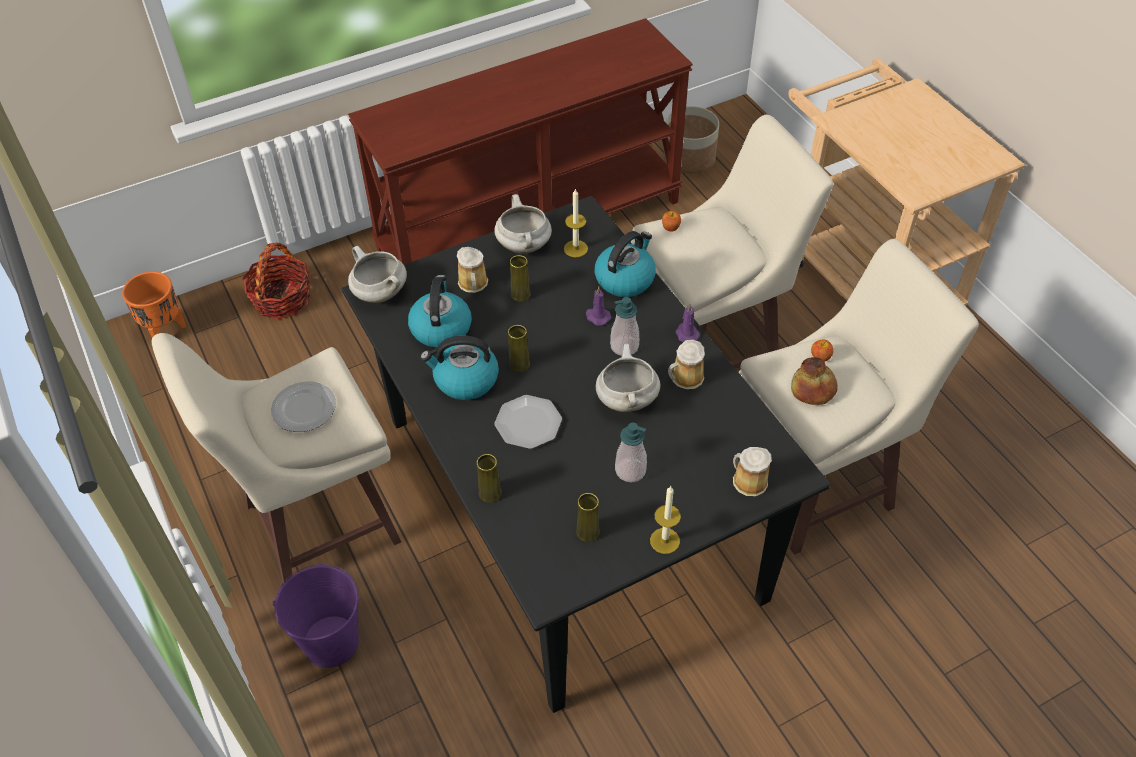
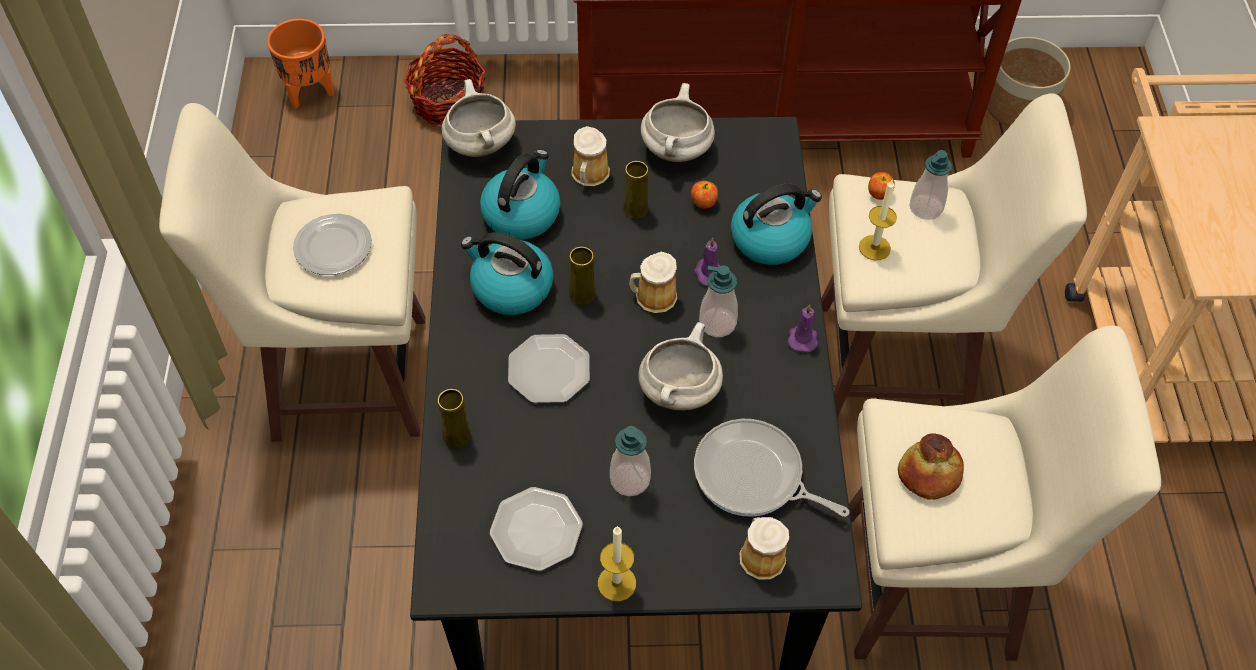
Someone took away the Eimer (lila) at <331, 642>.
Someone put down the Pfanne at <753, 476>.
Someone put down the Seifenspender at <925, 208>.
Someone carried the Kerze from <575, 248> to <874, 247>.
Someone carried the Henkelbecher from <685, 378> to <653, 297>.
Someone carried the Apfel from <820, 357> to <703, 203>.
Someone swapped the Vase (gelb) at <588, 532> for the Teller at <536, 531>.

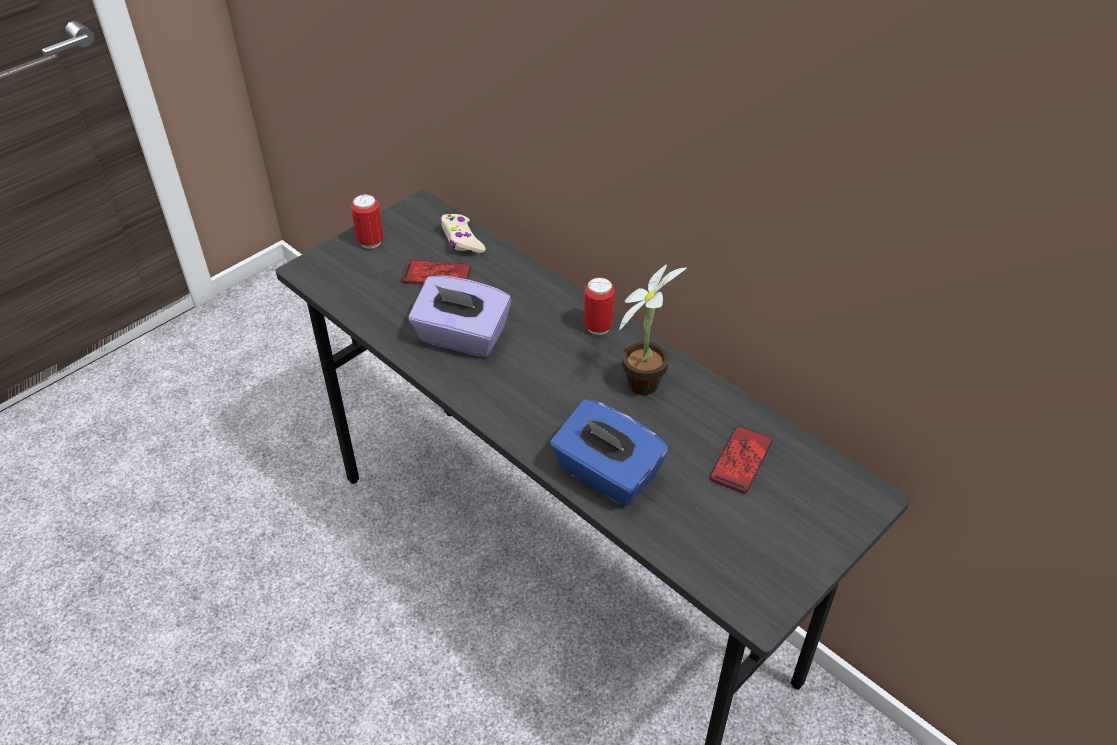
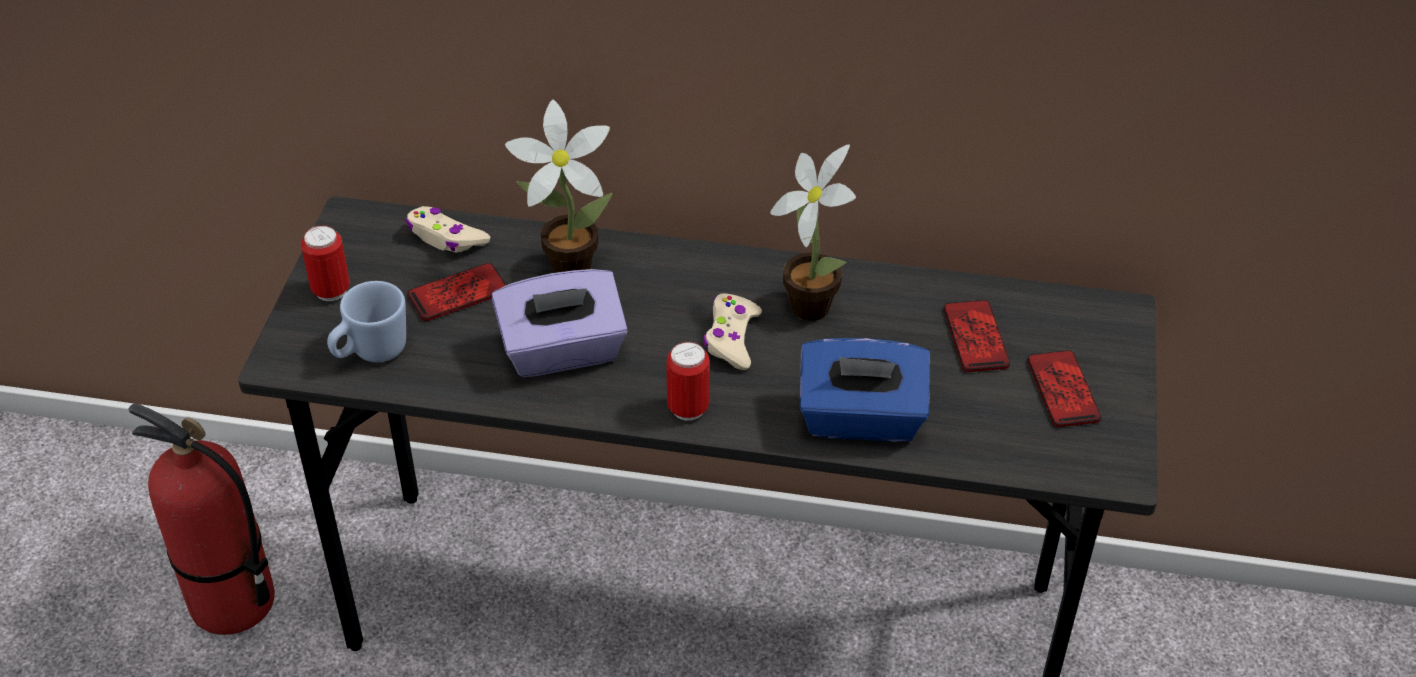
Someone put down the Feuerlöscher at <231, 603>.
Someone put down the Henkelbecher (blau) at <371, 353>.
Someone put down the Topfpflanze at <565, 266>.
Someone put down the Gamepad (beige) at <731, 338>.
Someone put down the Handy at <1063, 390>.
Someone carried the Dose from <598, 327> to <688, 408>.

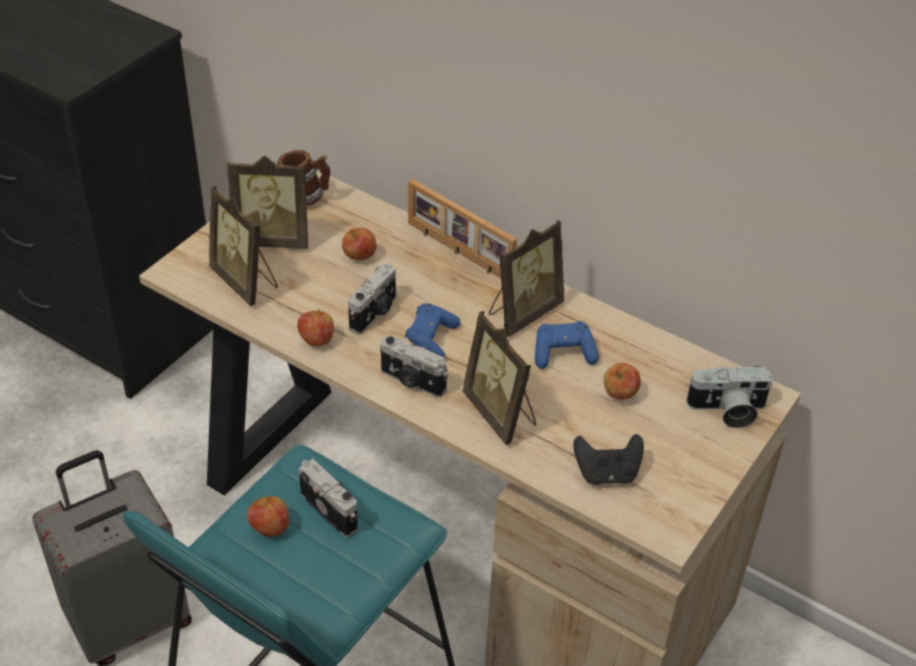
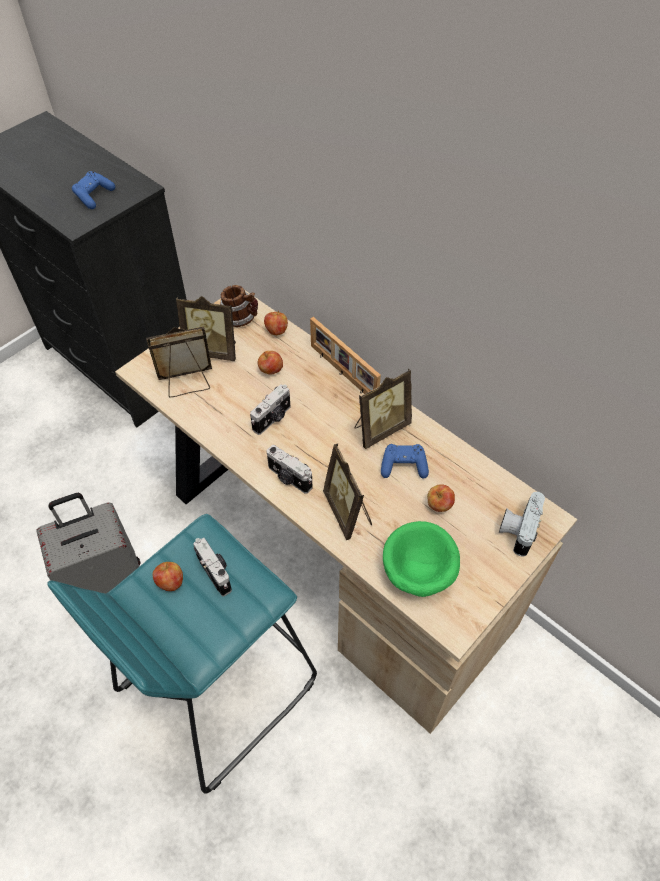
Someone carried the Apfel from <316, 340> to <276, 331>.
Someone carried the Gamepad (blau) from <431, 340> to <94, 196>.
Someone swapped the Gamepad (schwarz) at <606, 473> for the Schüssel (grün) at <417, 572>.
Someone rotated the Bilderrahmen at <246, 281> by 105 degrees clockwise.
Someone rotated the Kamera at <727, 411> by 105 degrees clockwise.

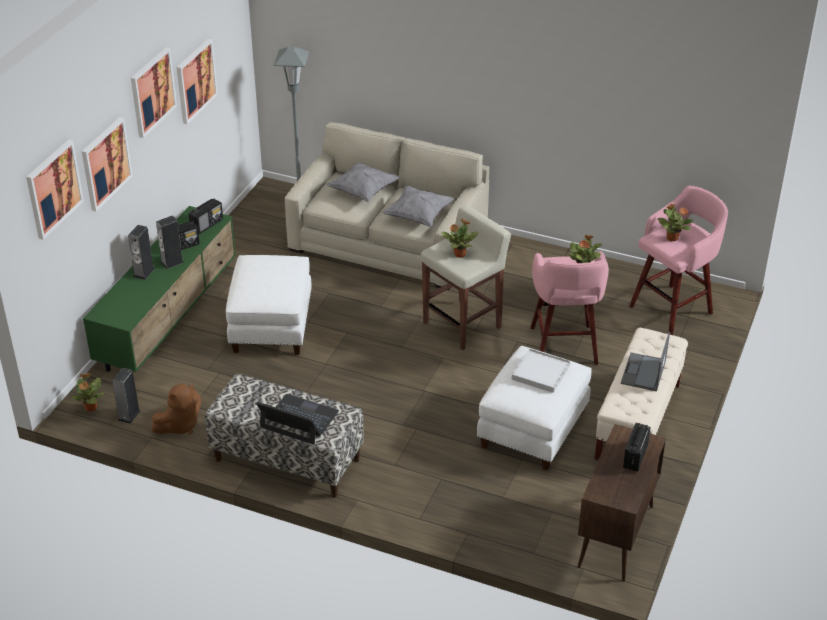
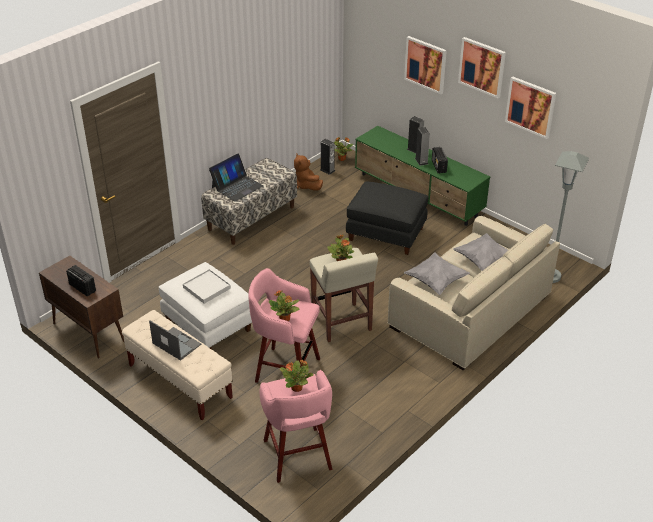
Someone took away the Bild at <53, 188>.
Someone took away the Radio at <207, 224>.
Someone repainted the Polsterhocker (weiß) at <270, 326>, which became the Polsterhocker (schwarz) at <386, 234>.

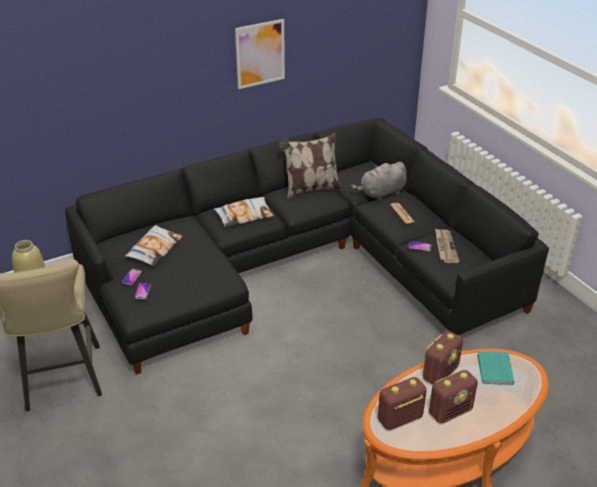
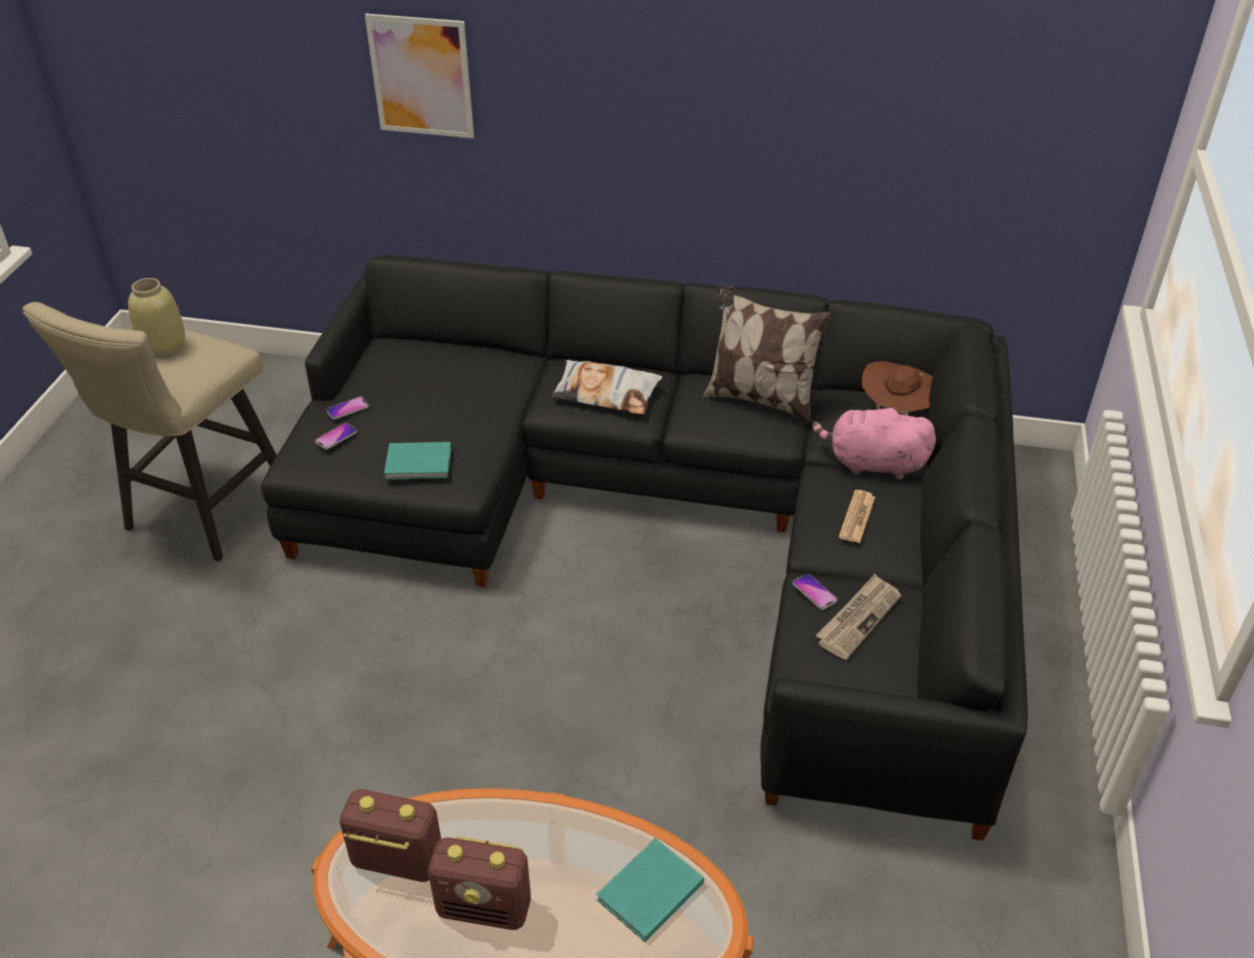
Someone took away the Kissen at <154, 249>.
Someone took away the Radio at <440, 373>.
Someone put down the Buch (türkis) at <420, 464>.
Someone put down the Hut (braun) at <898, 412>.
Someone carried the Bild from <260, 54> to <421, 76>.
Someone repainted the Plüschtier (grau) at <381, 193>, which became the Plüschtier (rosa) at <872, 464>.

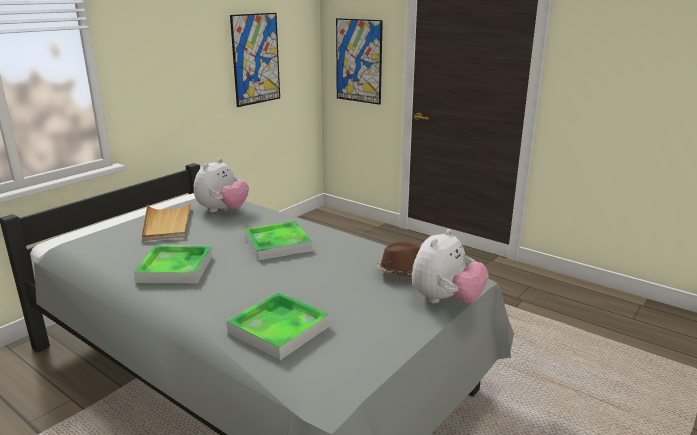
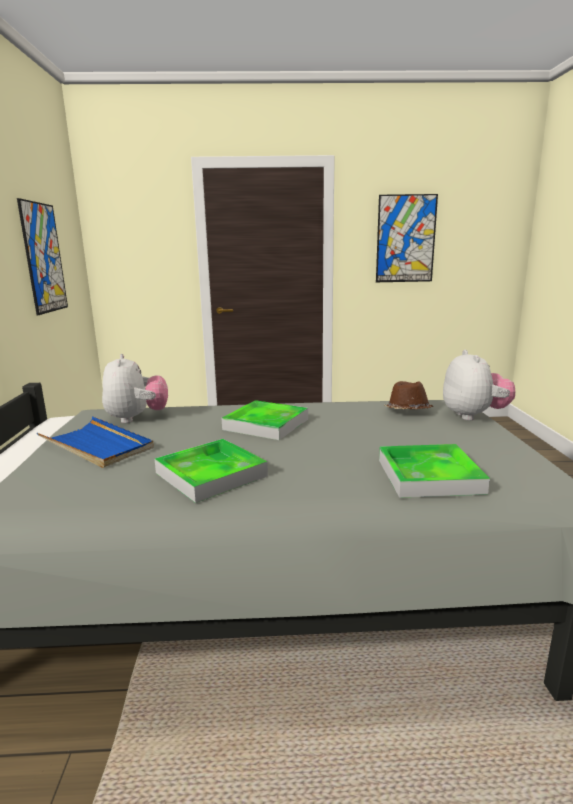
Someone carried the Bild from <358, 61> to <405, 239>.
Someone repainted the Tablett (beige) at <167, 224>, which became the Tablett (blau) at <97, 445>.

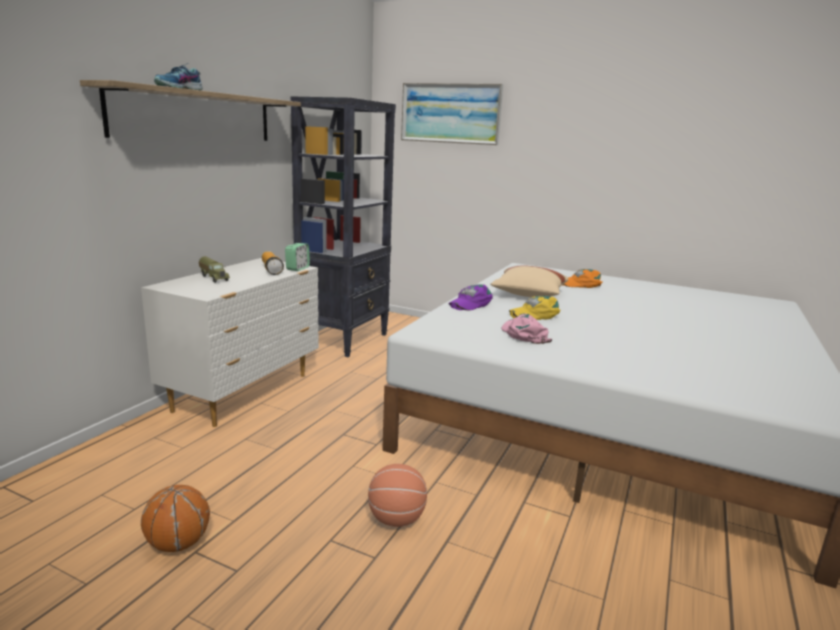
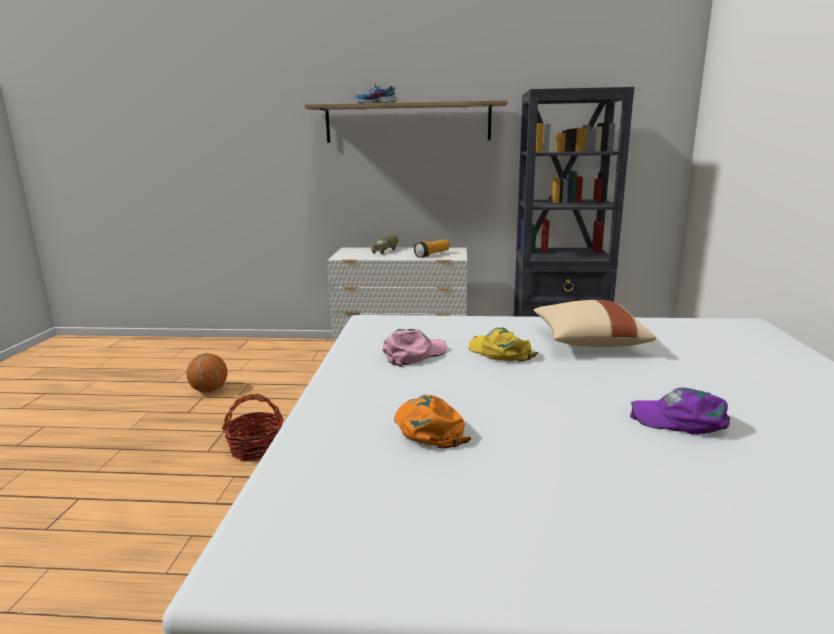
Someone took away the Wecker at <297, 268>.
Someone took away the Bild at <450, 113>.
Someone carried the Kappe (lila) from <470, 304> to <680, 420>.
Someone carried the Kappe (orange) from <581, 284> to <428, 427>.
Someone swapped the Basketball at <396, 519> for the Korb at <256, 449>.

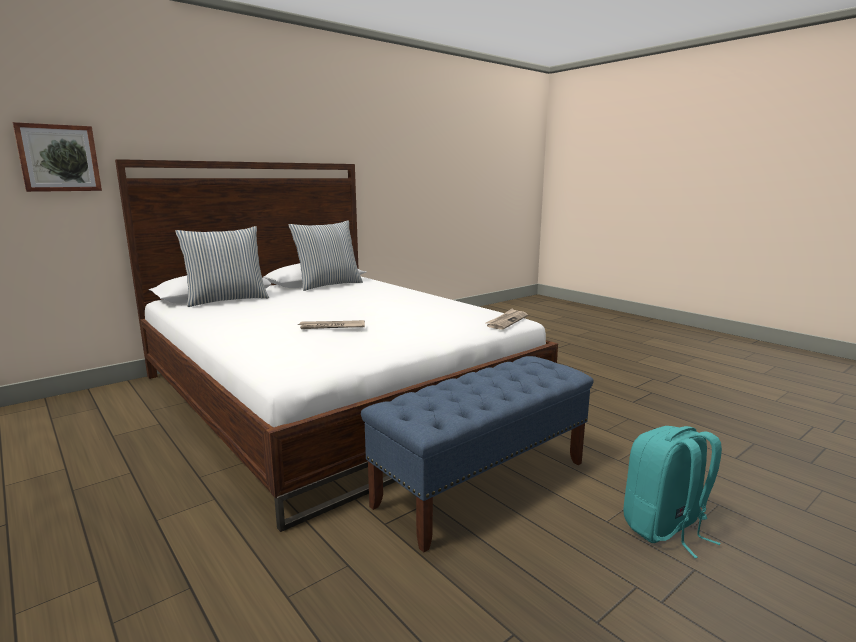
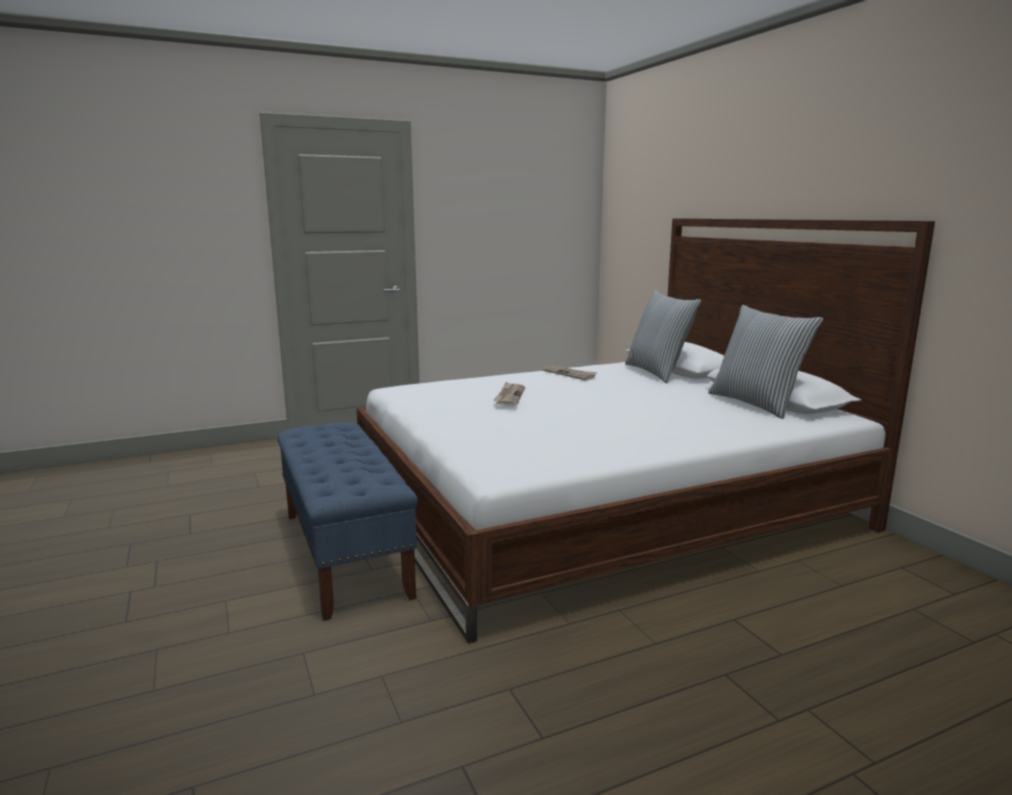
Someone took away the Bild at <59, 158>.
Someone took away the Rucksack (türkis) at <665, 528>.
Someone carried the Zeitung from <506, 321> to <570, 374>.

